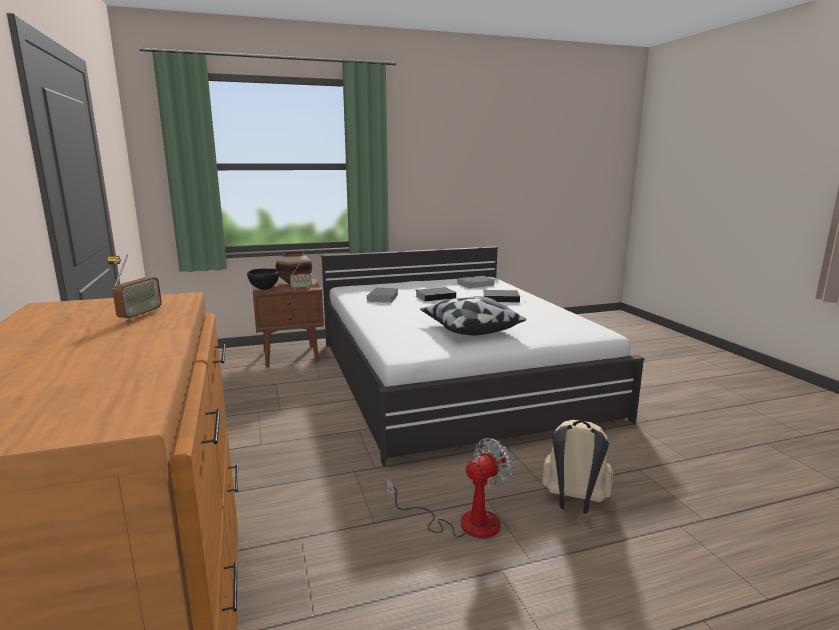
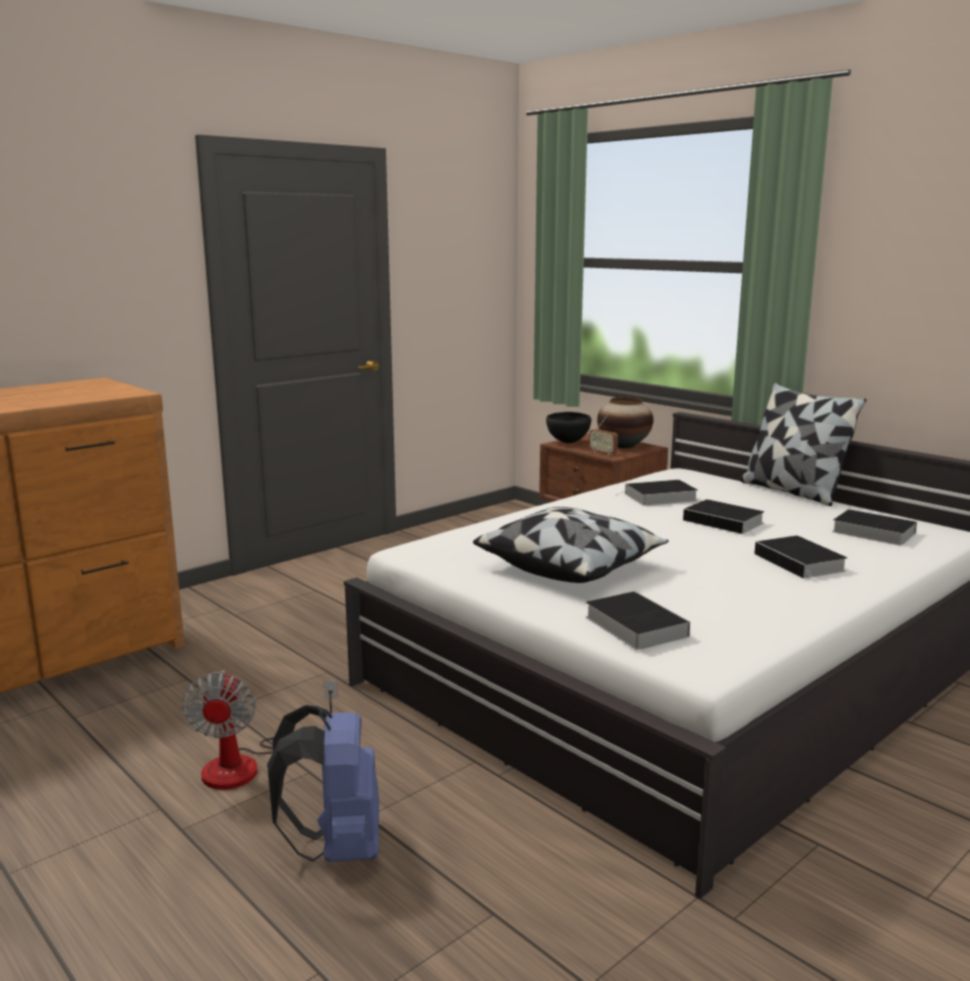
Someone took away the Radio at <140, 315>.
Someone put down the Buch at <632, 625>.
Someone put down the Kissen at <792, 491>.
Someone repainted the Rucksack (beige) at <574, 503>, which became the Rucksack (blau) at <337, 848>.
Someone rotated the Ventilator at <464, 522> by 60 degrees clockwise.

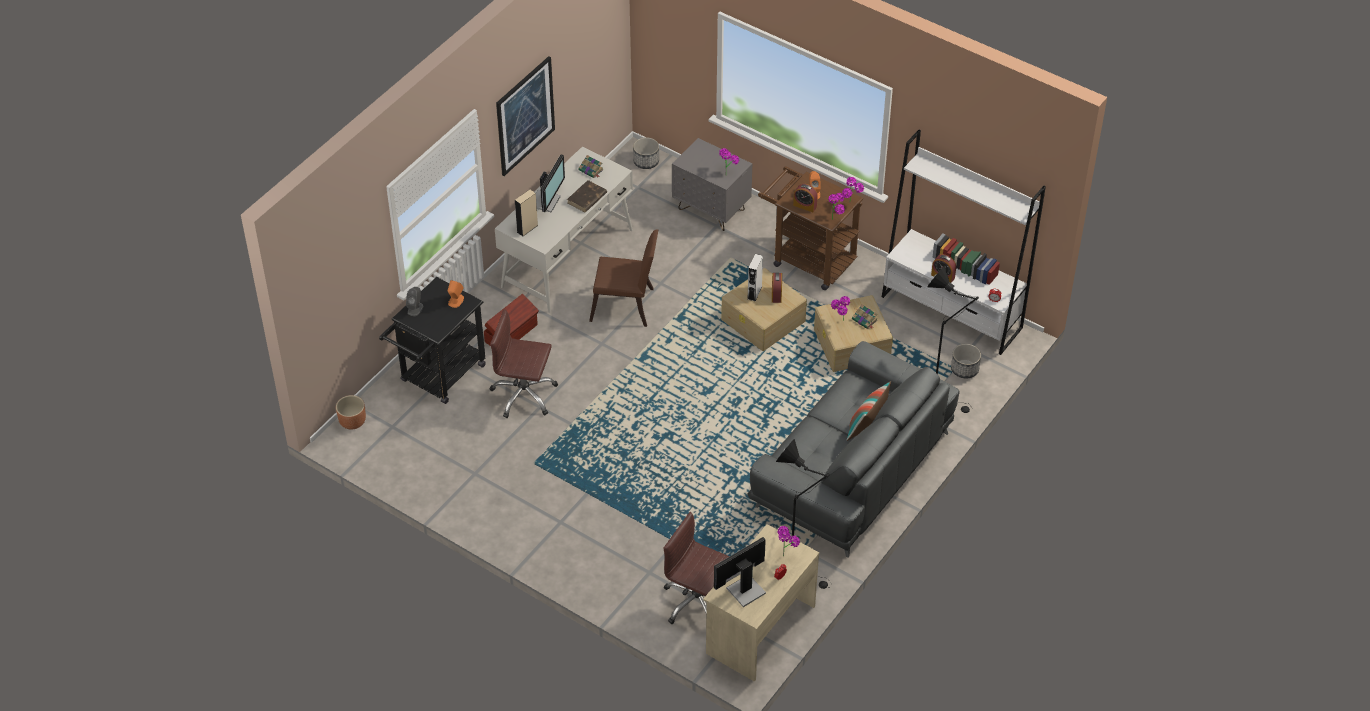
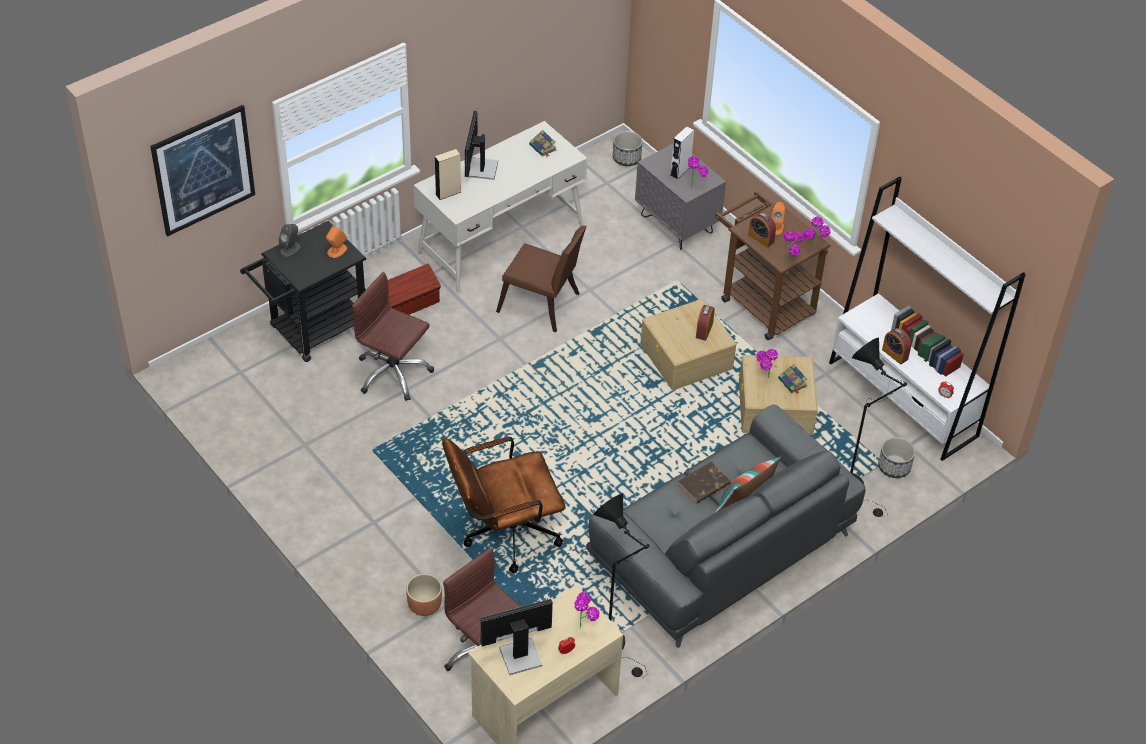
Someone put down the Bürostuhl (braun) at <503, 534>.
Someone carried the Pflanzkübel (braun) from <353, 422> to <425, 606>.
Someone carried the Bild from <525, 115> to <203, 170>.
Someone carried the Buch (braun) from <586, 198> to <703, 485>.
Someone carried the Lautsprecher (weiß) from <754, 293> to <680, 171>.
Someone rotated the Monitor at <546, 201> by 150 degrees clockwise.

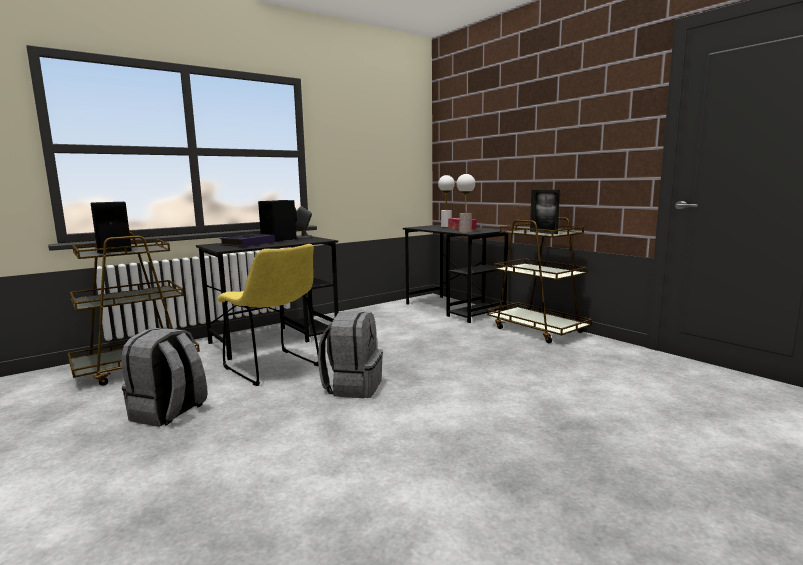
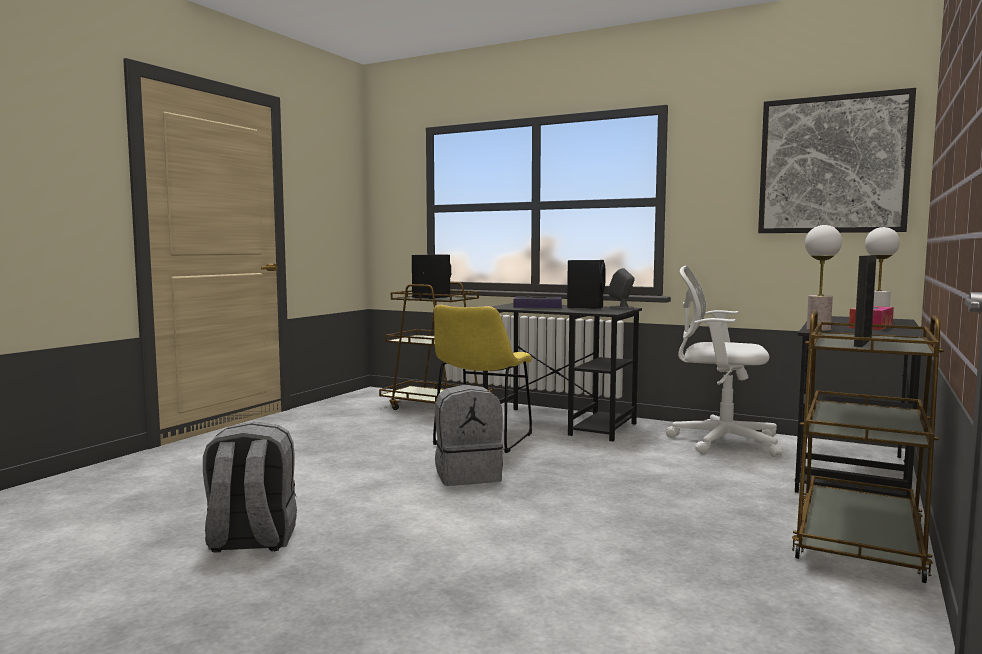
Someone put down the Bürostuhl (weiß) at <719, 441>.
Someone put up the Bild at <833, 165>.
Someone carried the Rucksack (grau) from <169, 413> to <251, 541>.

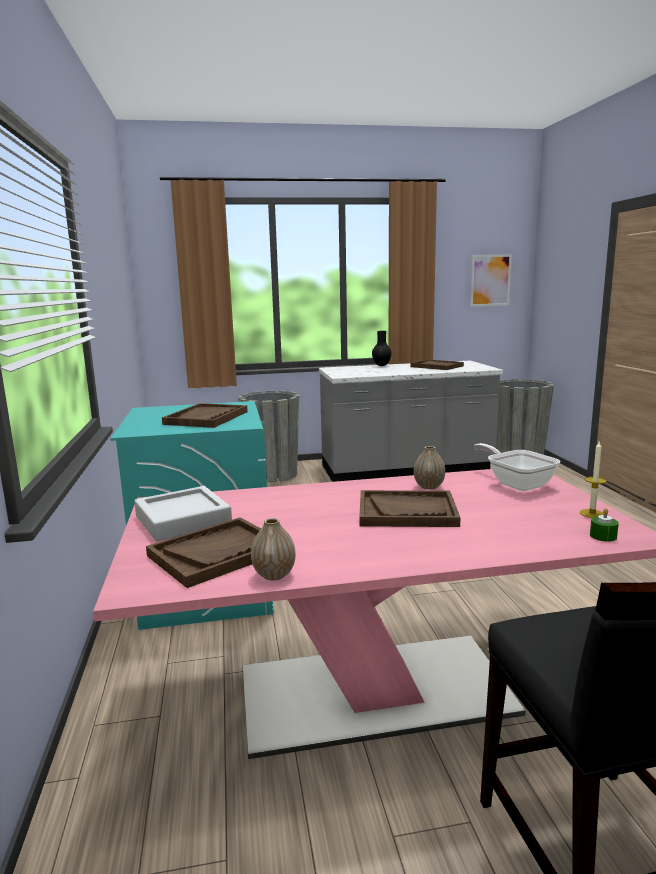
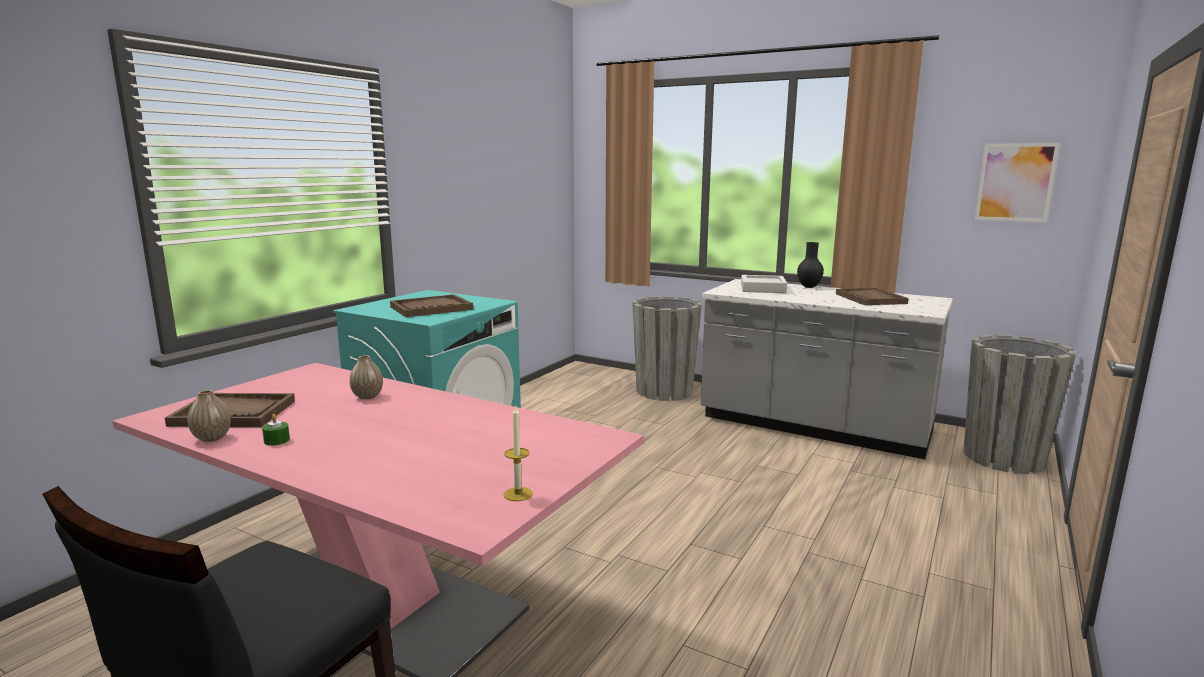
Someone took away the Tablett (braun) at <407, 511>.
Someone took away the Pfanne at <516, 483>.
Someone carried the Tablett (grau) from <183, 520> to <763, 288>.
Someone carried the Vase from <429, 487> to <367, 396>.
Someone carried the Kerze (grün) from <603, 536> to <277, 440>.

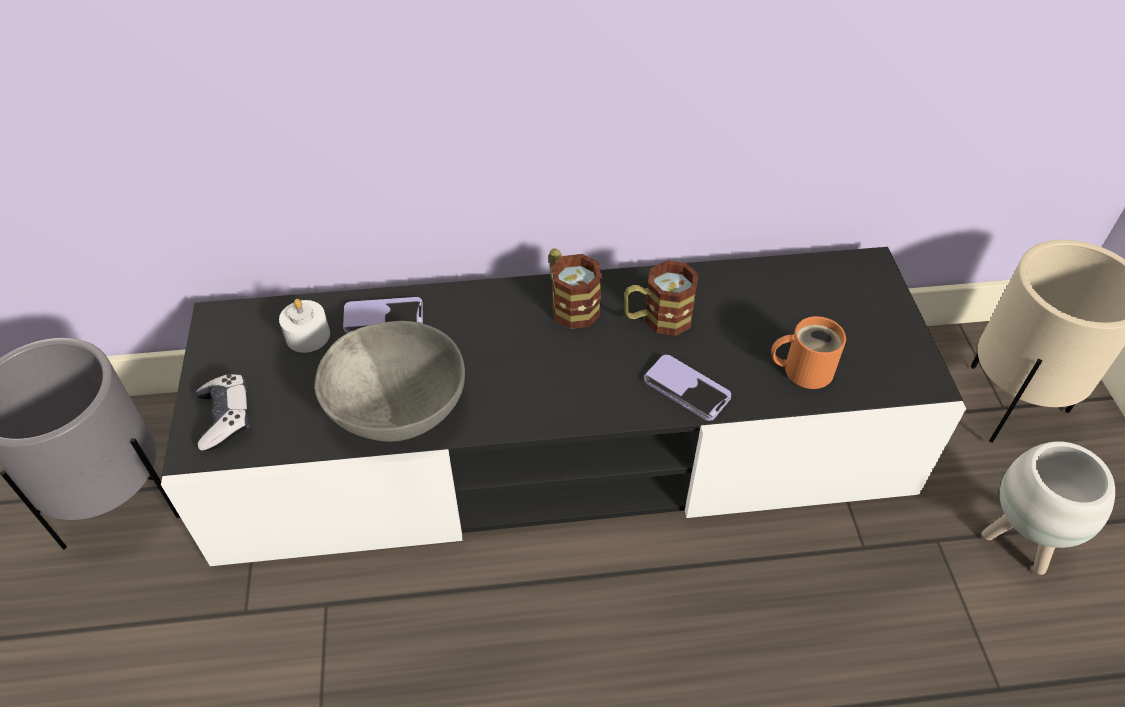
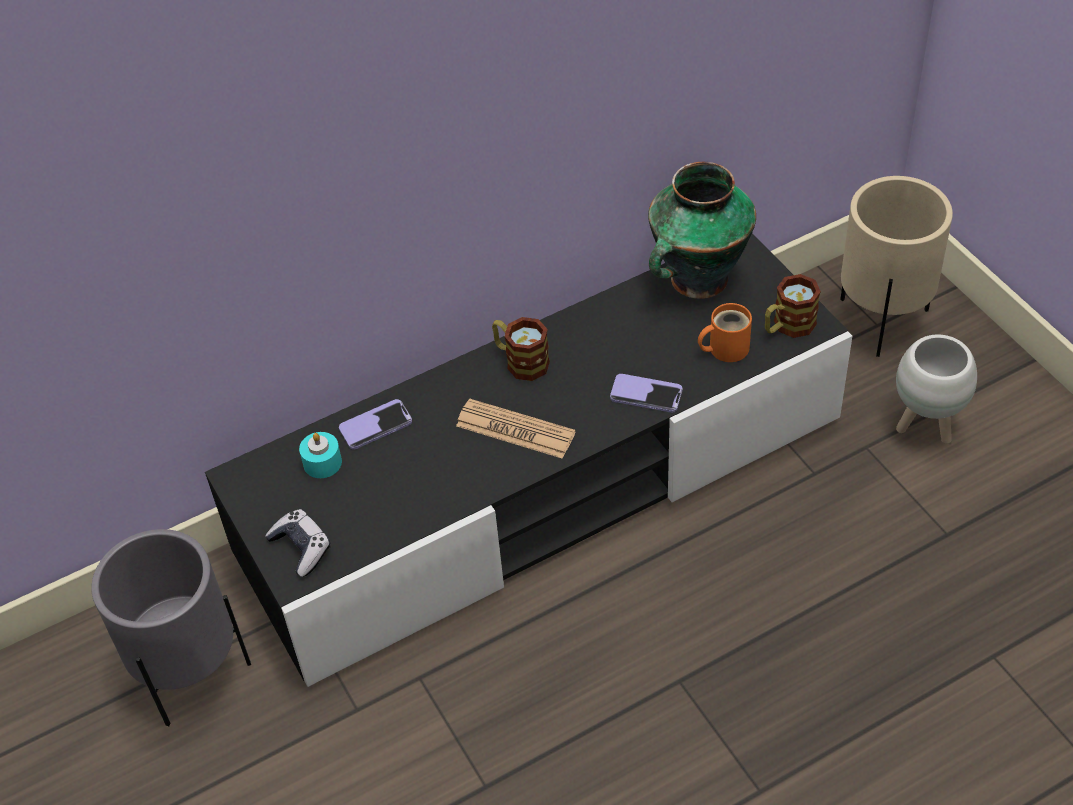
Someone took away the Schüssel (grau) at <398, 407>.
Someone put down the Zeitung at <515, 430>.
Someone put down the Vase at <696, 280>.
Someone carried the Henkelbecher from <657, 319> to <787, 326>.
Someone repainted the Kerze (weiß) at <308, 335>, which became the Kerze (türkis) at <322, 463>.

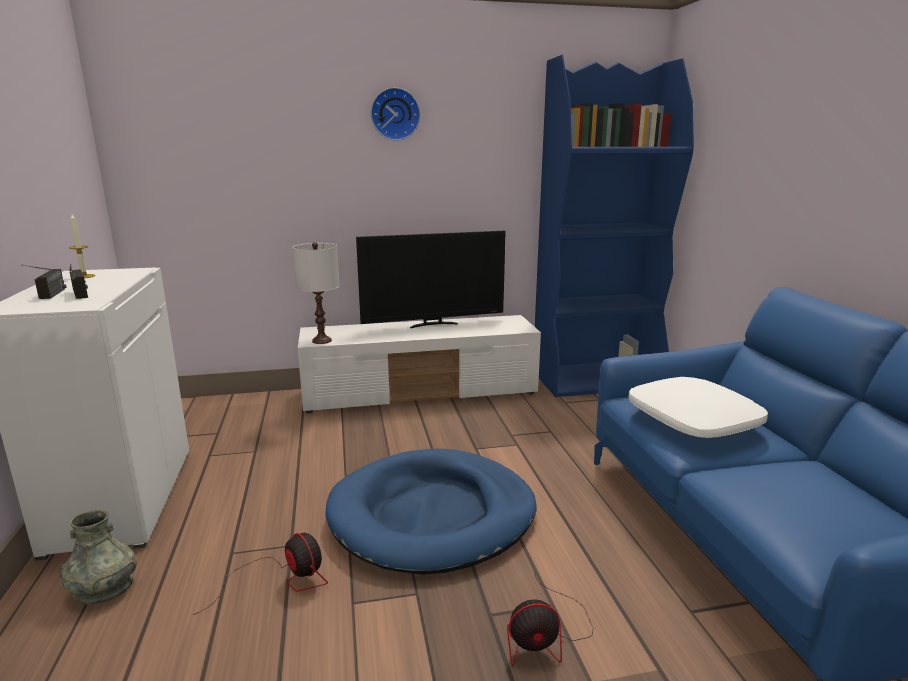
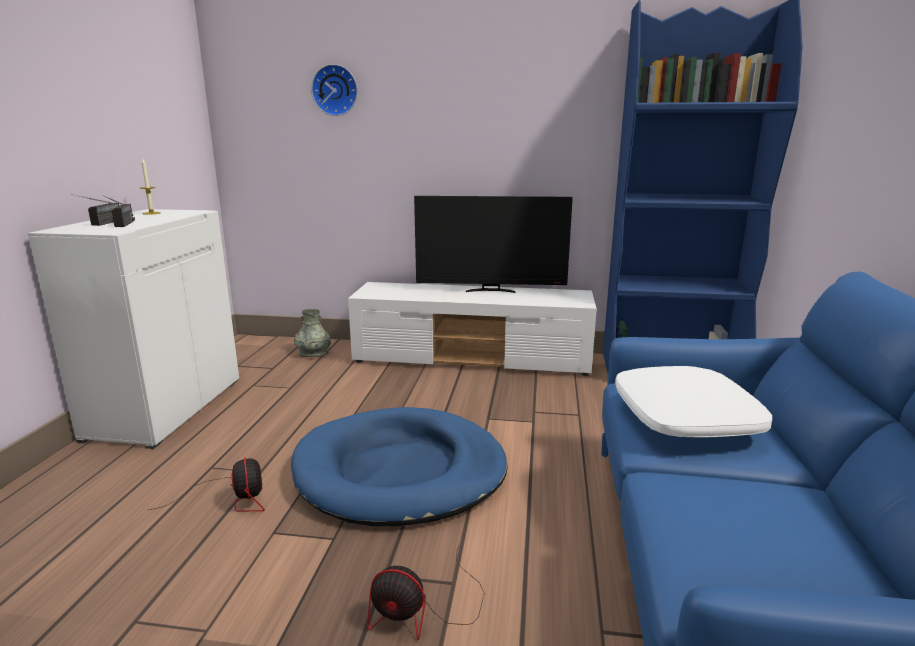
Someone took away the Tischlampe (weiß) at <322, 340>.
Someone carried the Vase (grau) from <104, 588> to <313, 353>.
Someone carried the Wanduhr from <395, 114> to <335, 90>.

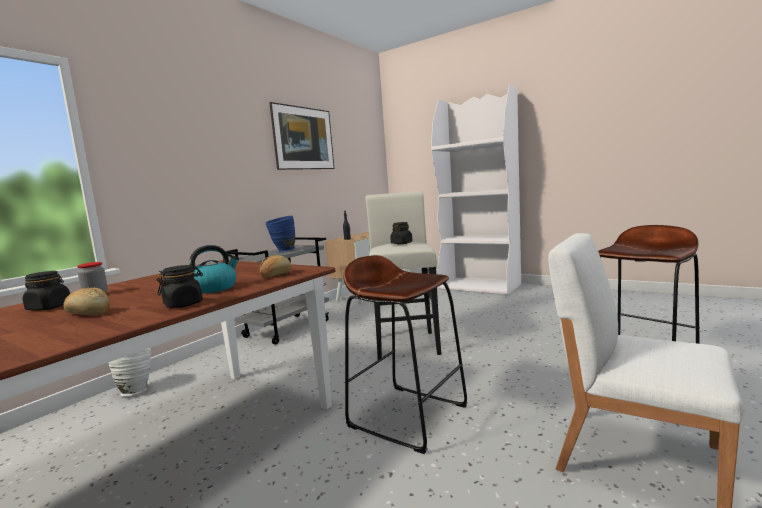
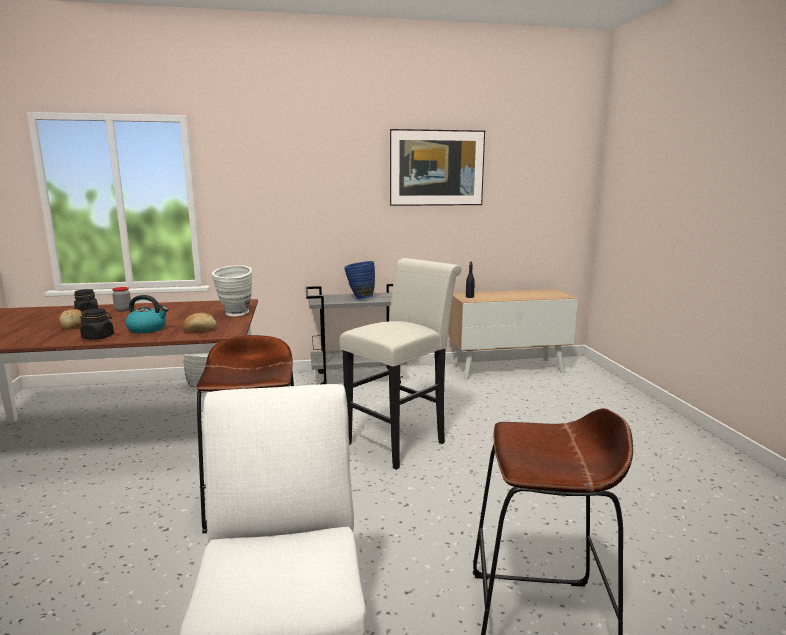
Someone took away the Vorratsglas (schwarz) at <401, 243>.
Someone took away the Bücherregal (weiß) at <480, 286>.
Someone put down the Vase (weiß) at <235, 315>.

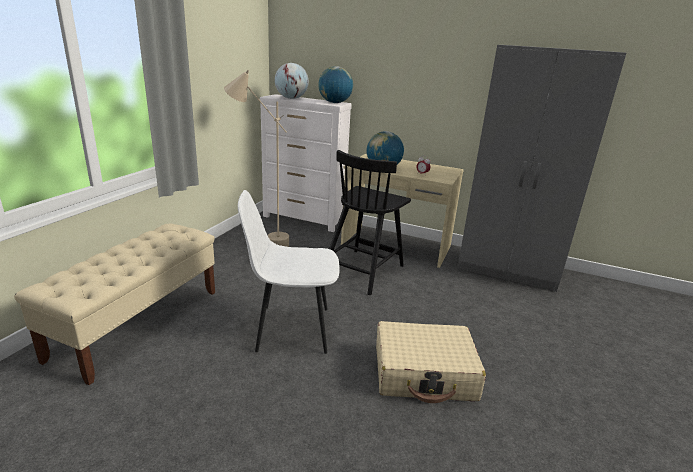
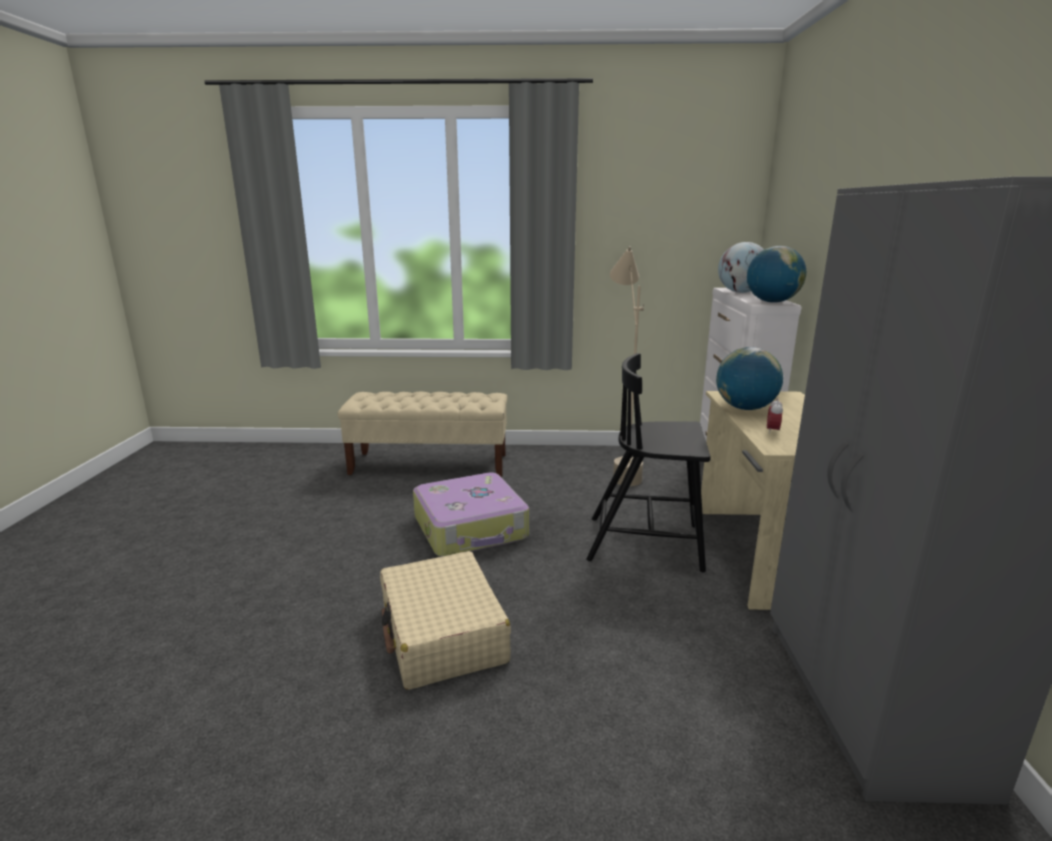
Someone swapped the Stuhl (weiß) at <291, 328> for the Koffer at <471, 528>.

